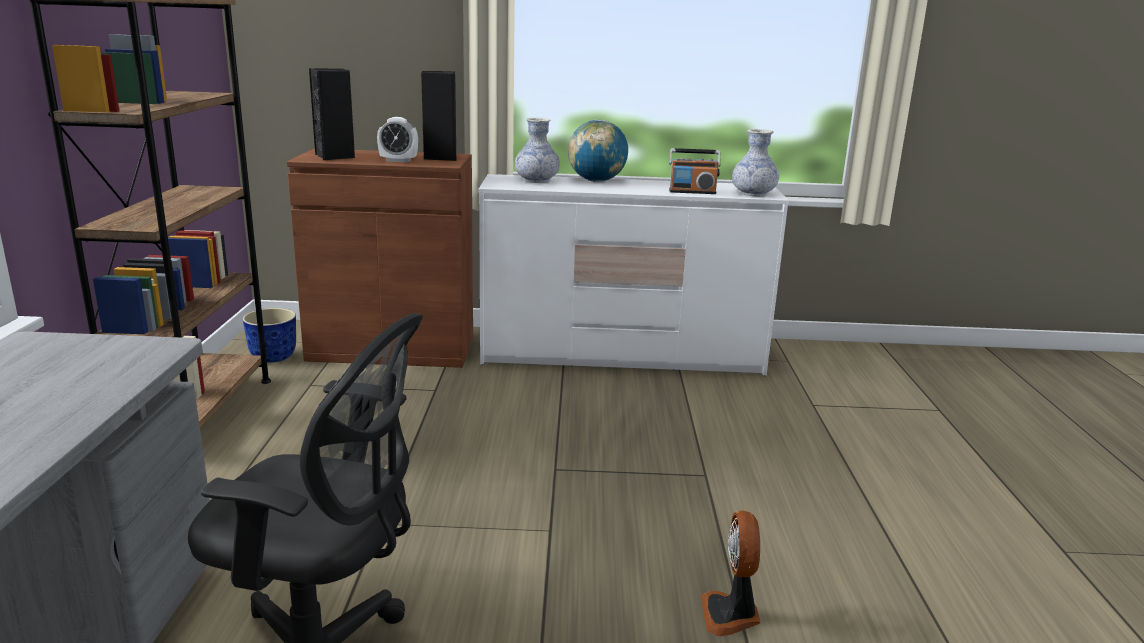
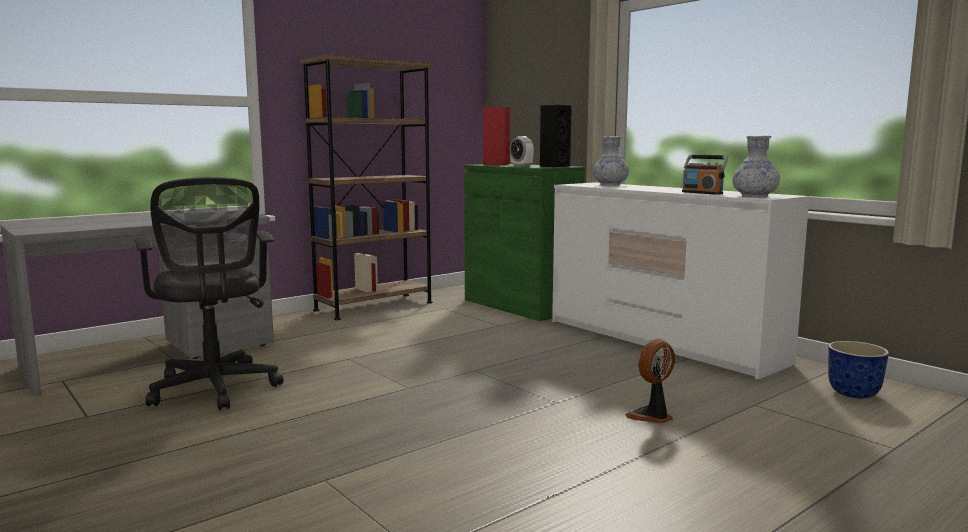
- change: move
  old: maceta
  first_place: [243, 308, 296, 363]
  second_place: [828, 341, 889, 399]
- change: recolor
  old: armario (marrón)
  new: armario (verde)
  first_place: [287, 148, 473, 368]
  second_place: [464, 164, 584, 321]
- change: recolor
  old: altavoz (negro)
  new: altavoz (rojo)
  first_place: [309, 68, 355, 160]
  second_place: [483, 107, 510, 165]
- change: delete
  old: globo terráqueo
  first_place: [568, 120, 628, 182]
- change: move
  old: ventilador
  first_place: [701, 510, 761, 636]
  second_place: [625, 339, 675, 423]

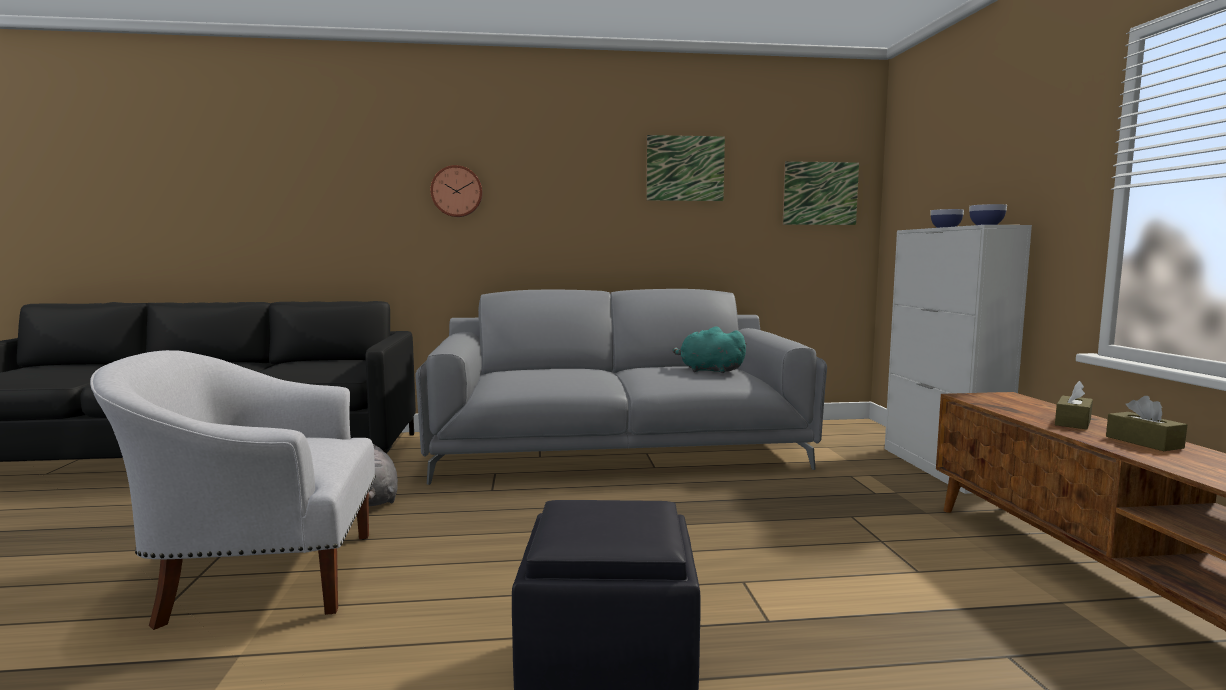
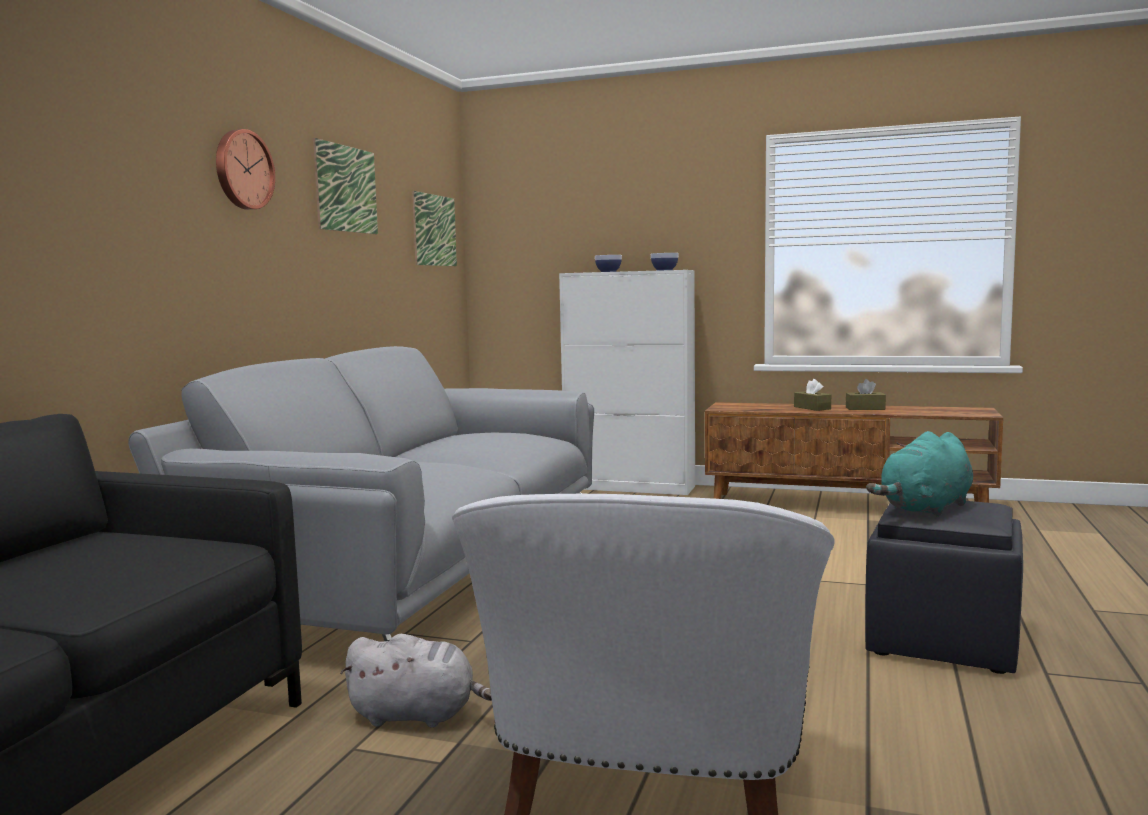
- change: move
  old: reloj de pared
  first_place: [431, 165, 483, 217]
  second_place: [216, 129, 275, 210]
- change: move
  old: peluche (turquesa)
  first_place: [673, 326, 747, 373]
  second_place: [866, 431, 973, 517]

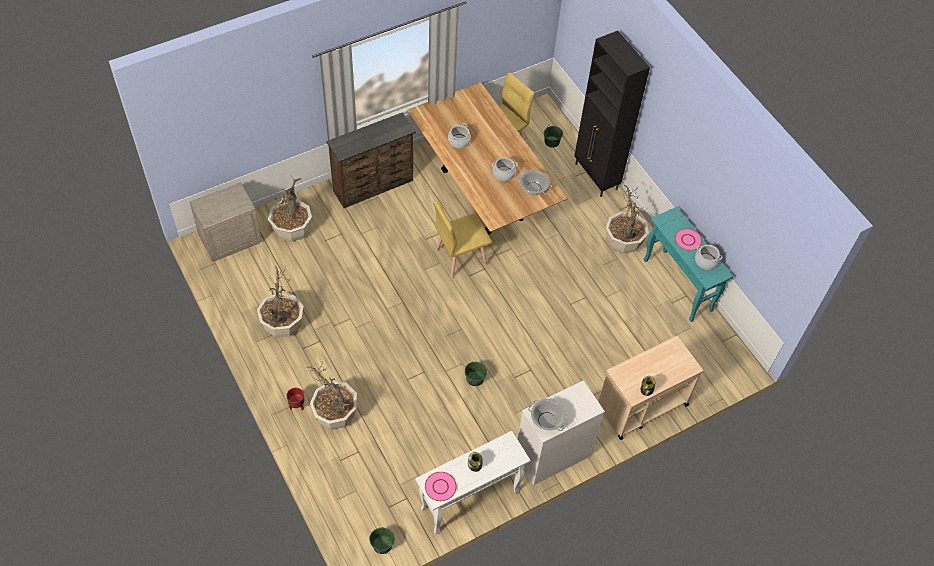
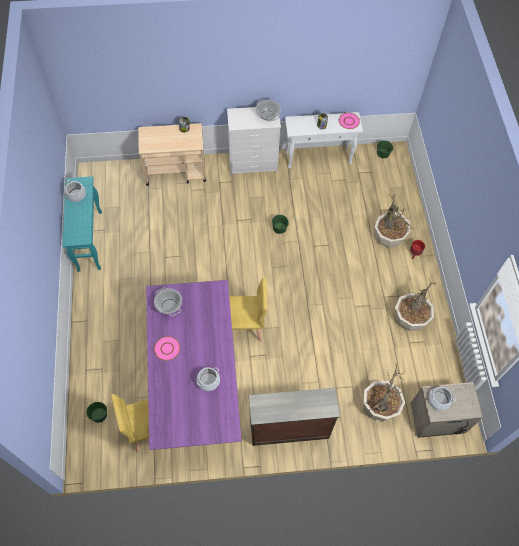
- change: recolor
  old: mesa de comedor (marrón)
  new: mesa de comedor (morado)
  first_place: [407, 82, 568, 235]
  second_place: [146, 280, 241, 450]
- change: move
  old: olla
  first_place: [492, 157, 518, 181]
  second_place: [429, 387, 456, 411]
- change: delete
  old: armario (negro)
  first_place: [574, 31, 650, 197]
- change: delete
  old: planta en maceta
  first_place: [606, 185, 649, 254]
- change: move
  old: plato (rosa)
  first_place: [675, 228, 702, 251]
  second_place: [154, 336, 180, 360]

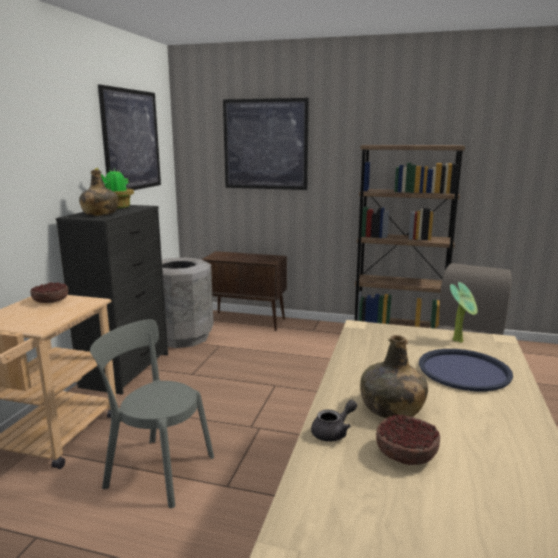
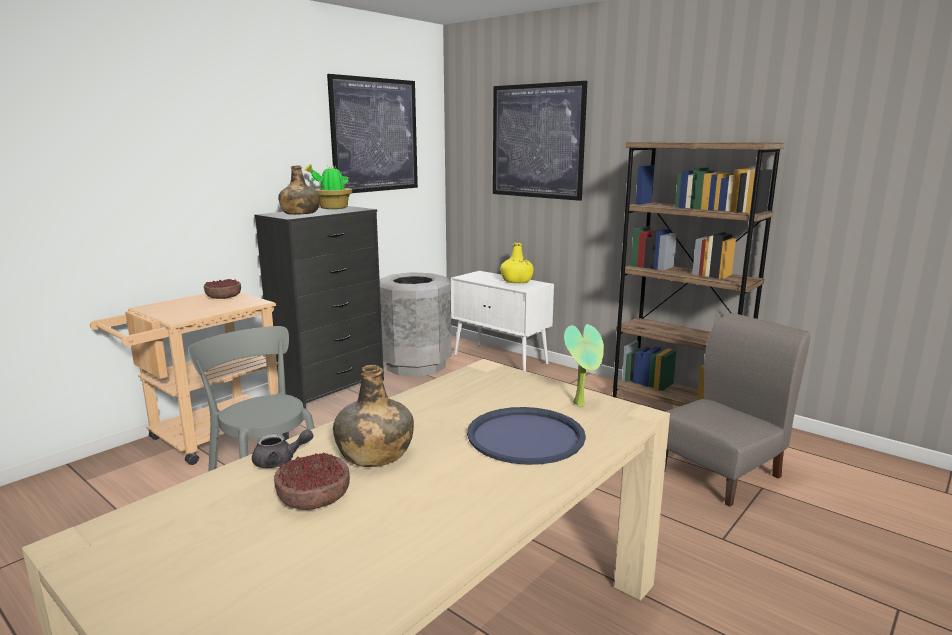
- change: recolor
  old: armario (marrón)
  new: armario (blanco)
  first_place: [202, 251, 287, 331]
  second_place: [451, 271, 554, 371]
- change: insert
  new: botella (amarillo)
  second_place: [501, 242, 534, 283]

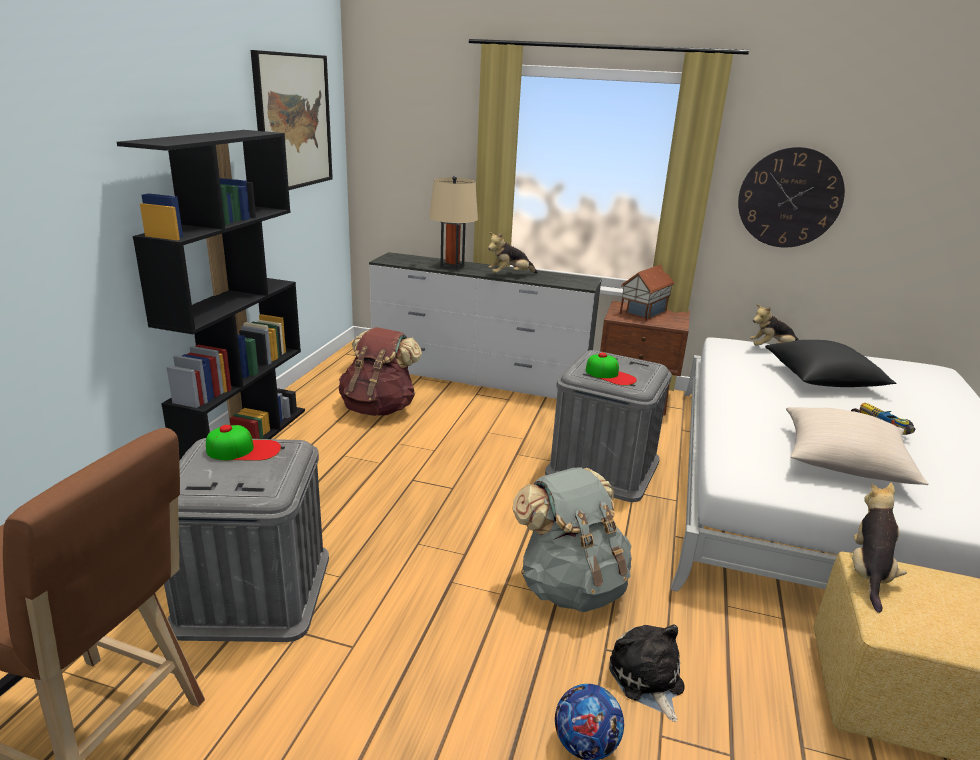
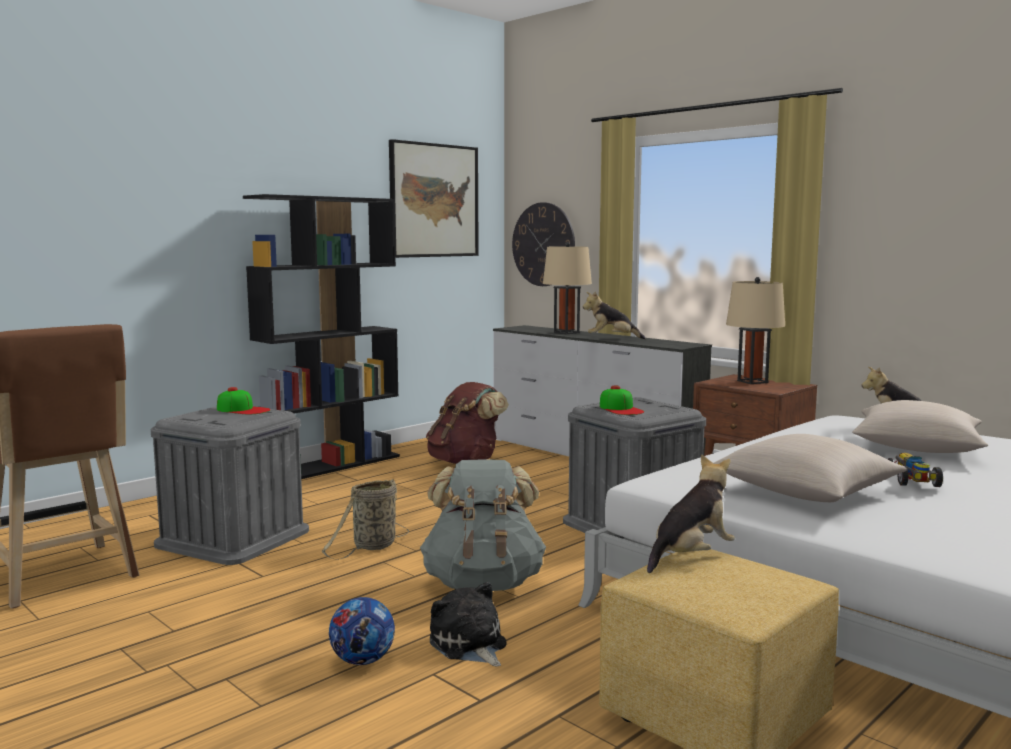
- change: rotate
  old: peluche
  first_place: [609, 624, 685, 722]
  second_place: [430, 582, 507, 667]
  degrees: -45
- change: replace
  old: casita
  new: lámpara de mesa (beis)
  first_place: [620, 264, 674, 320]
  second_place: [726, 277, 785, 384]
- change: move
  old: reloj de pared
  first_place: [738, 147, 845, 247]
  second_place: [512, 202, 575, 286]
- change: recolor
  old: cojín (negro)
  new: cojín (beis)
  first_place: [765, 340, 896, 387]
  second_place: [852, 400, 988, 453]
- change: insert
  new: cesta
  second_place: [322, 479, 409, 560]

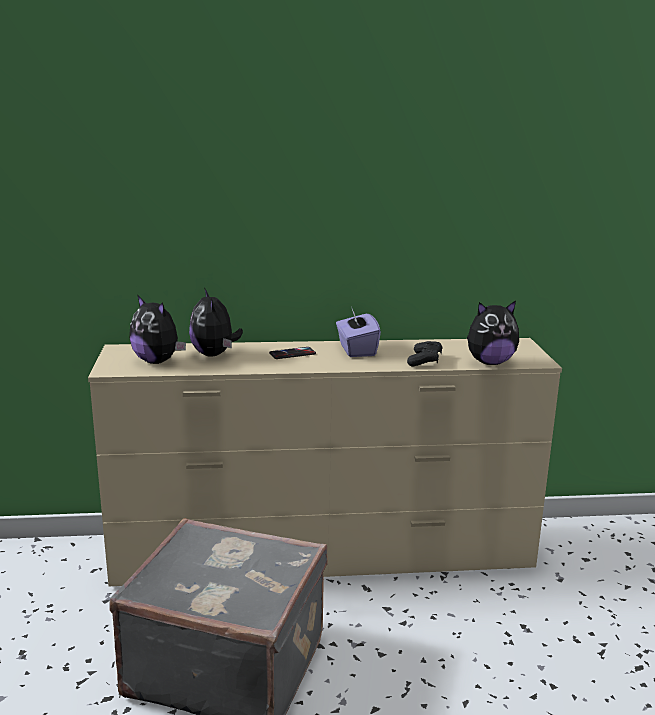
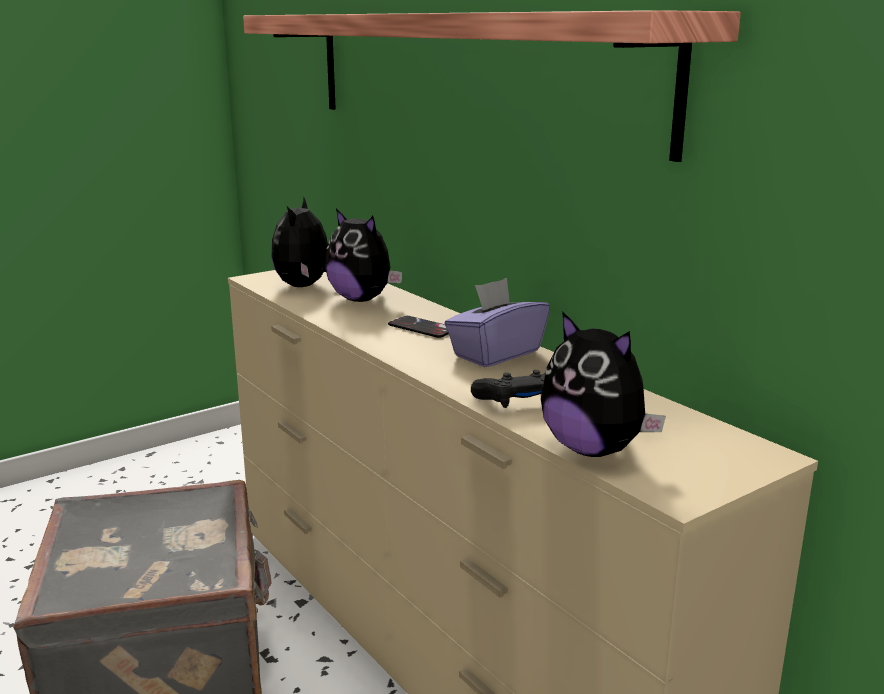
- change: rotate
  old: peluche
  first_place: [189, 289, 243, 357]
  second_place: [325, 209, 402, 302]
  degrees: -90
- change: insert
  new: estante
  second_place: [243, 10, 741, 162]

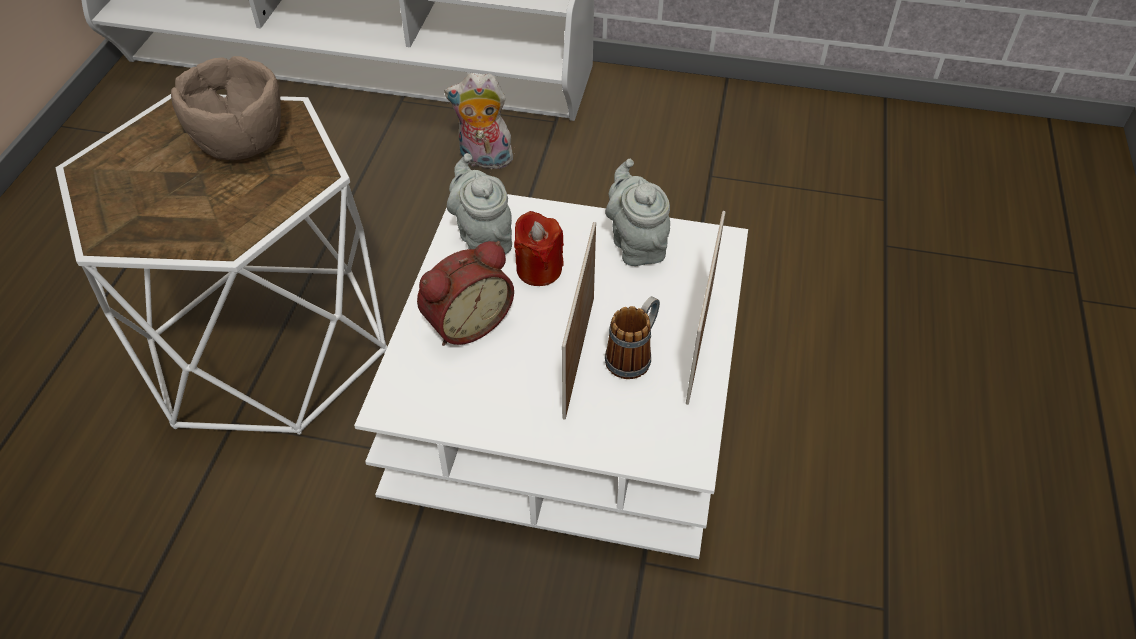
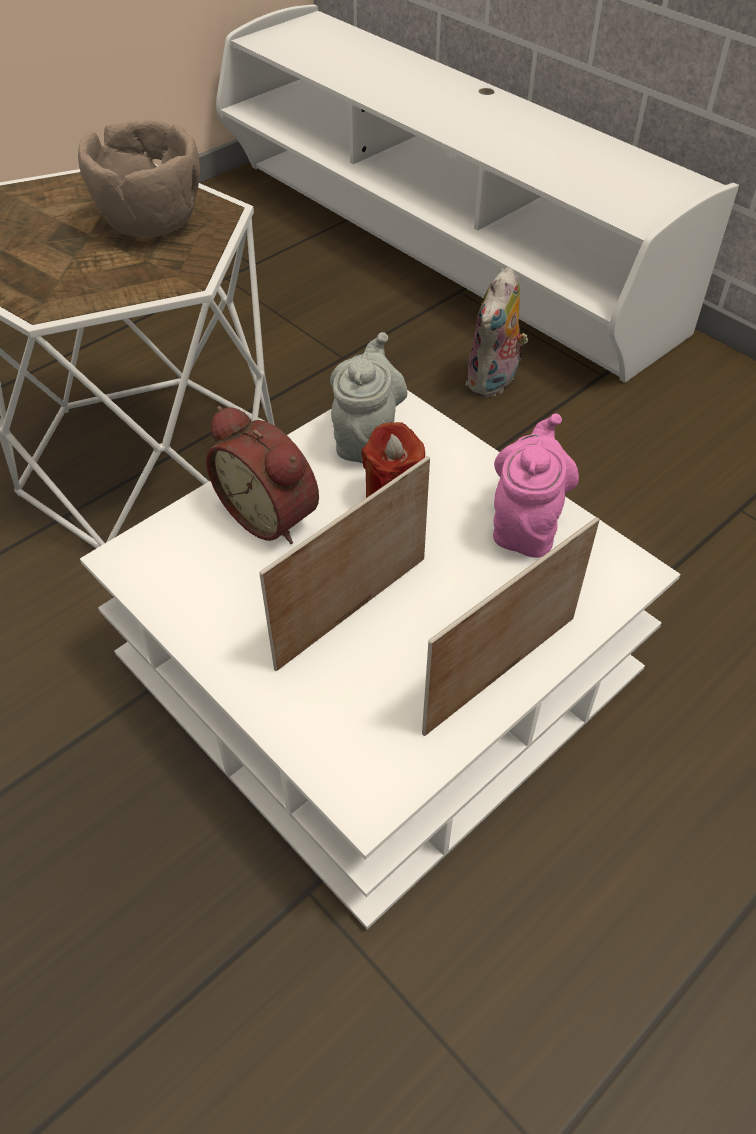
- change: rotate
  old: despertador
  first_place: [417, 241, 514, 346]
  second_place: [206, 406, 319, 544]
  degrees: 45
- change: rotate
  old: peluche
  first_place: [444, 73, 518, 170]
  second_place: [466, 267, 528, 398]
  degrees: -105
- change: recolor
  old: tetera (gris)
  new: tetera (rosa)
  first_place: [605, 159, 670, 266]
  second_place: [493, 413, 579, 558]
- change: delete
  old: taza grande
  first_place: [605, 296, 660, 379]

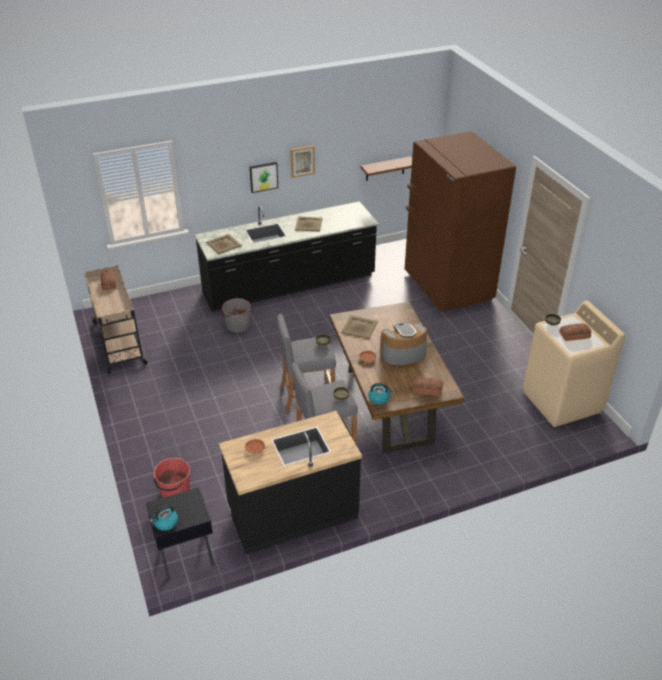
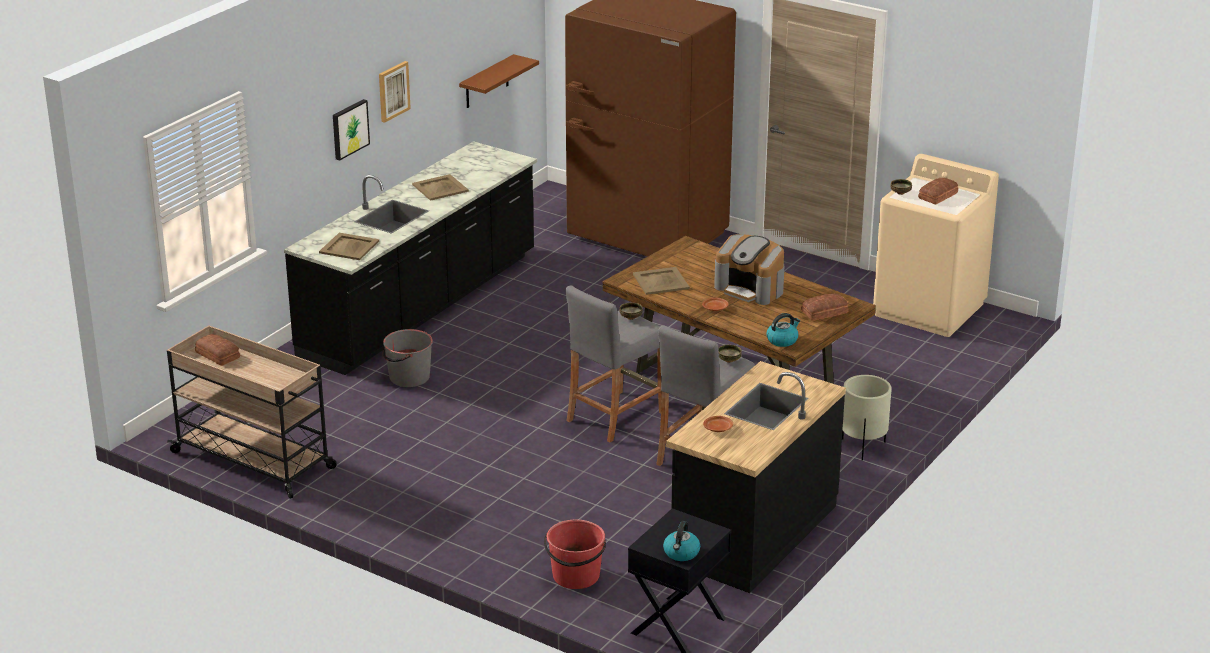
- change: rotate
  old: cafetera
  first_place: [380, 323, 427, 365]
  second_place: [714, 234, 784, 305]
  degrees: -90
- change: insert
  new: maceta (beis)
  second_place: [842, 375, 892, 461]

